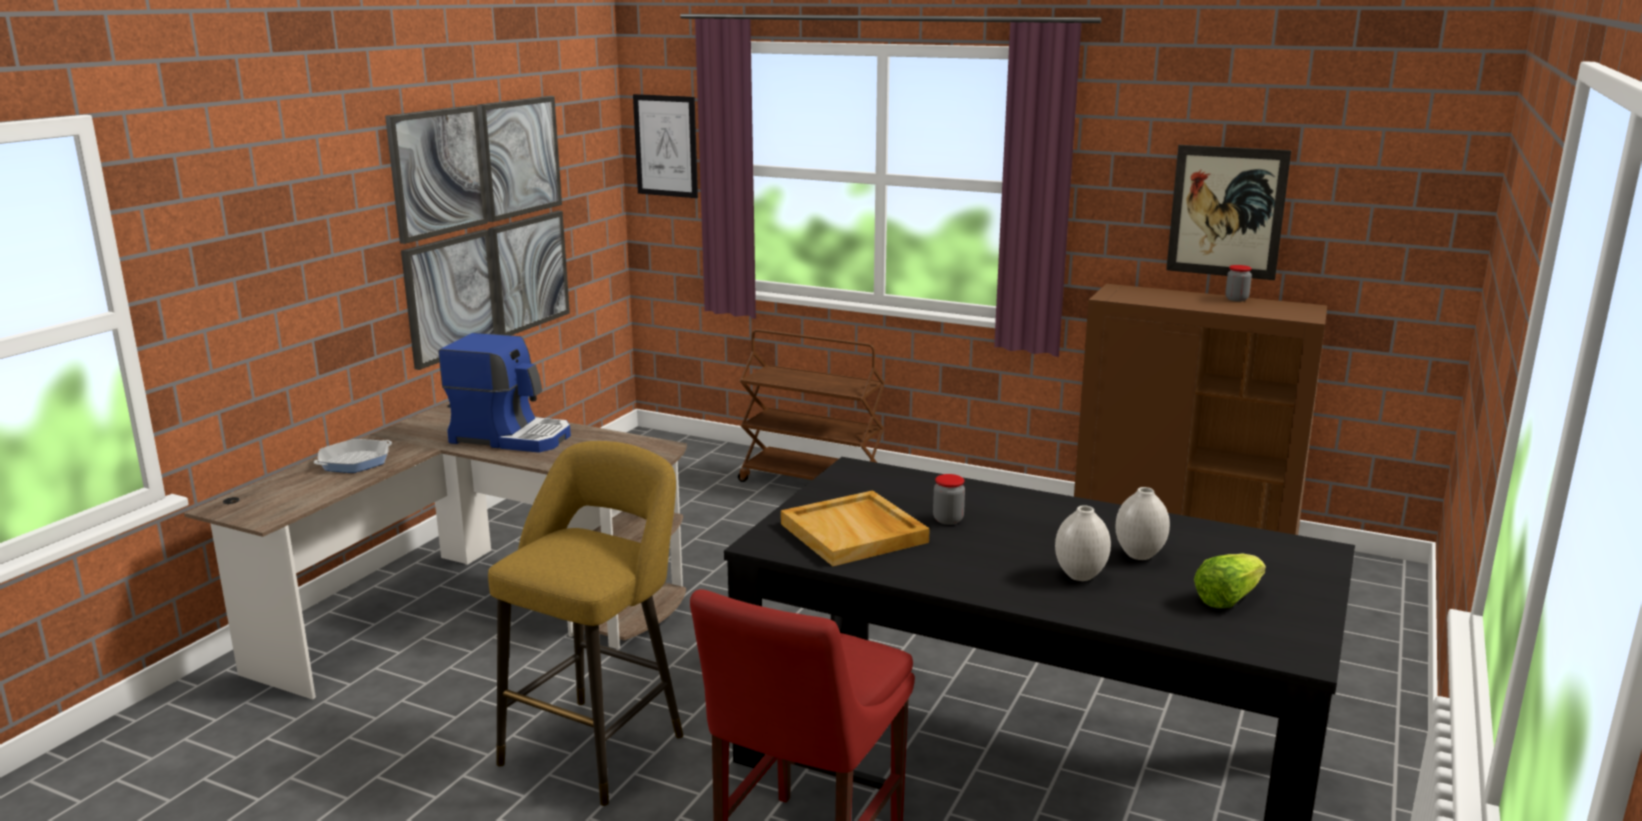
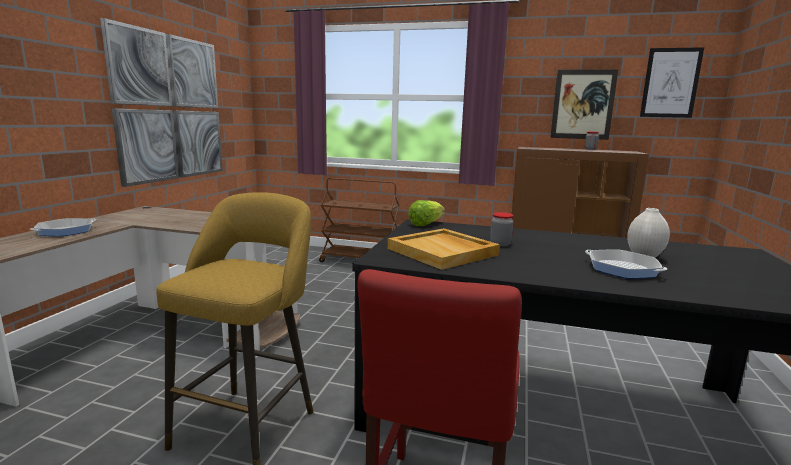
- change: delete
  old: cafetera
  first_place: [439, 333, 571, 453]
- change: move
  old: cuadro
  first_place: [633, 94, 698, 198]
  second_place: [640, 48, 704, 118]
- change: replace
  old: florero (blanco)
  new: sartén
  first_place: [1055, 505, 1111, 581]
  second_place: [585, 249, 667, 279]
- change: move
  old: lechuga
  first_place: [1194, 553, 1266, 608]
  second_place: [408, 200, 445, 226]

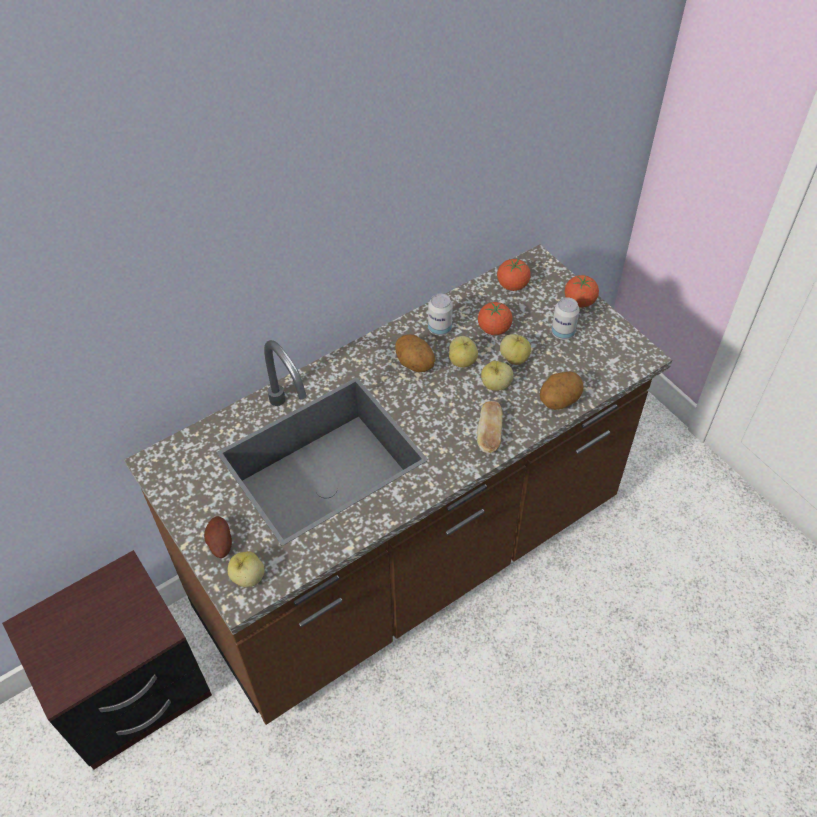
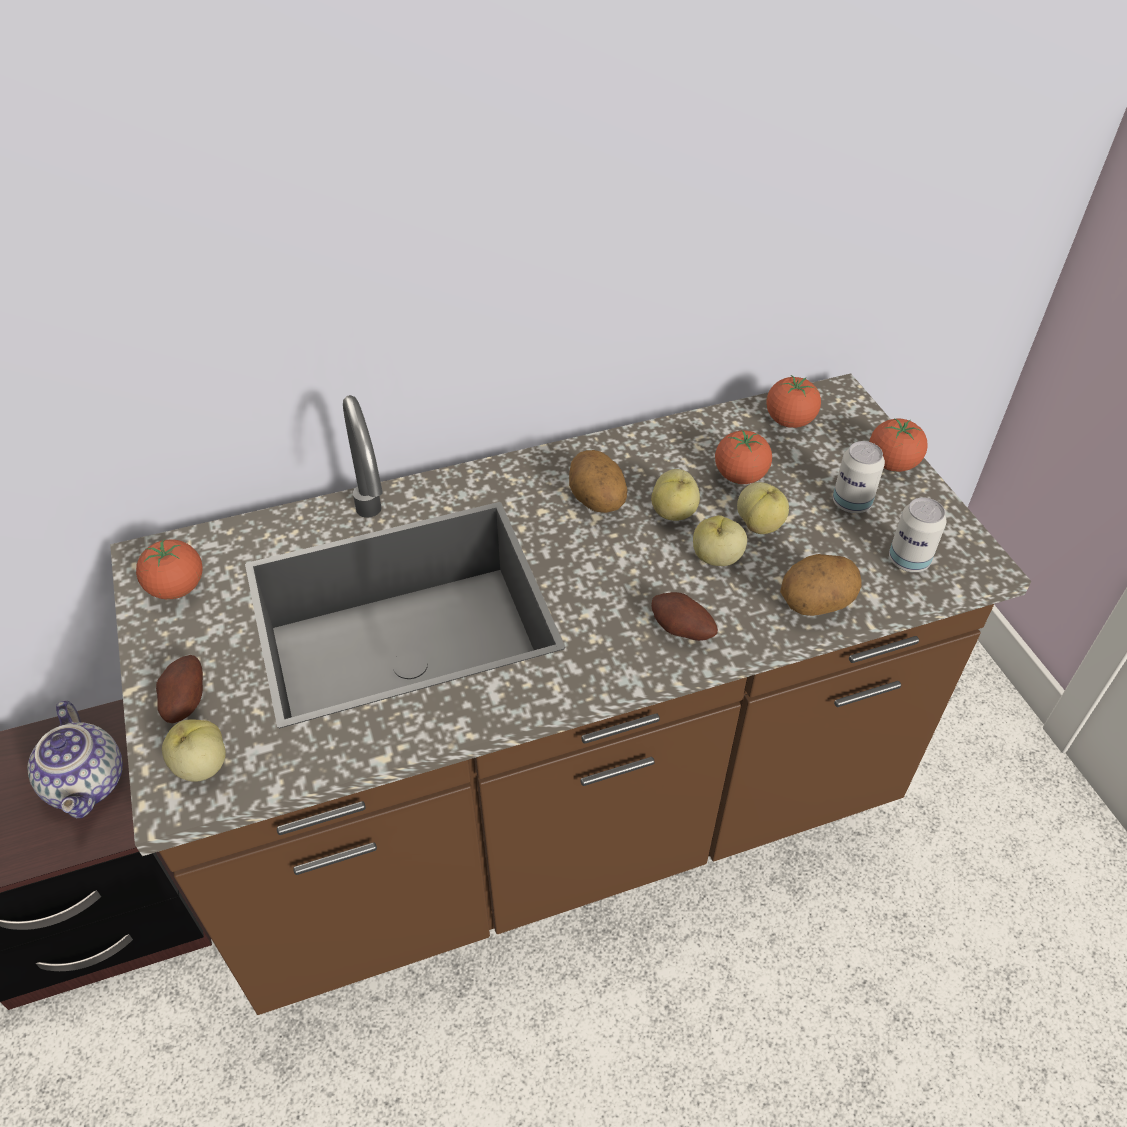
- change: move
  old: lata
  first_place: [428, 294, 453, 336]
  second_place: [889, 497, 947, 572]
- change: replace
  old: pan
  new: patata
  first_place: [477, 401, 503, 453]
  second_place: [651, 592, 718, 641]
- change: insert
  new: tetera
  second_place: [27, 701, 123, 818]
- change: insert
  new: tomate
  second_place: [136, 539, 202, 599]

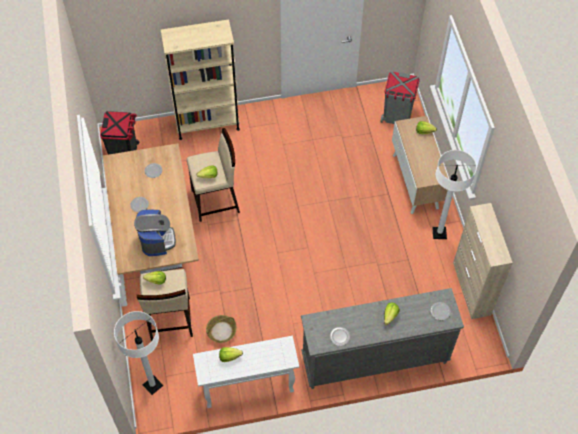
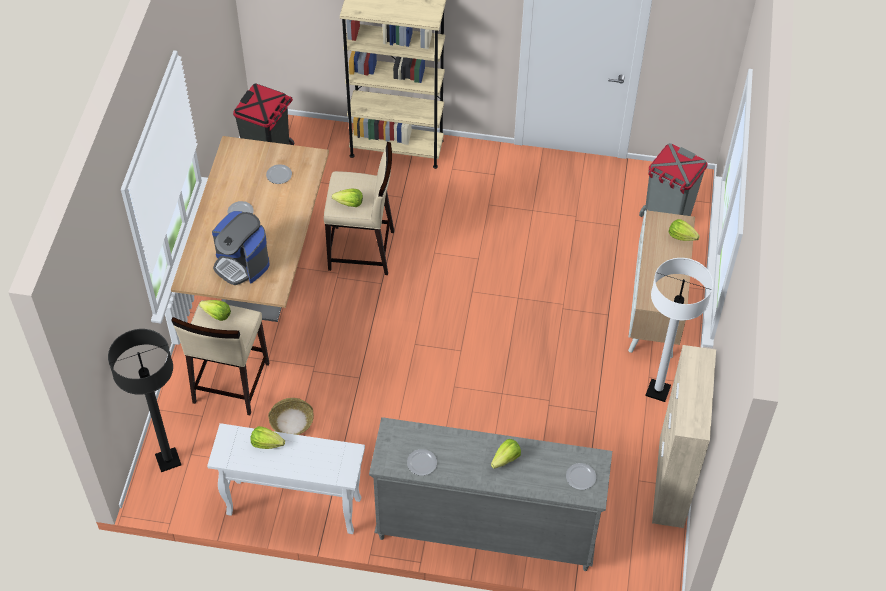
- change: recolor
  old: lámpara de pie (blanco)
  new: lámpara de pie (negro)
  first_place: [114, 311, 163, 395]
  second_place: [108, 329, 182, 472]
- change: rotate
  old: cafetera
  first_place: [134, 210, 176, 256]
  second_place: [212, 211, 270, 285]
  degrees: 120

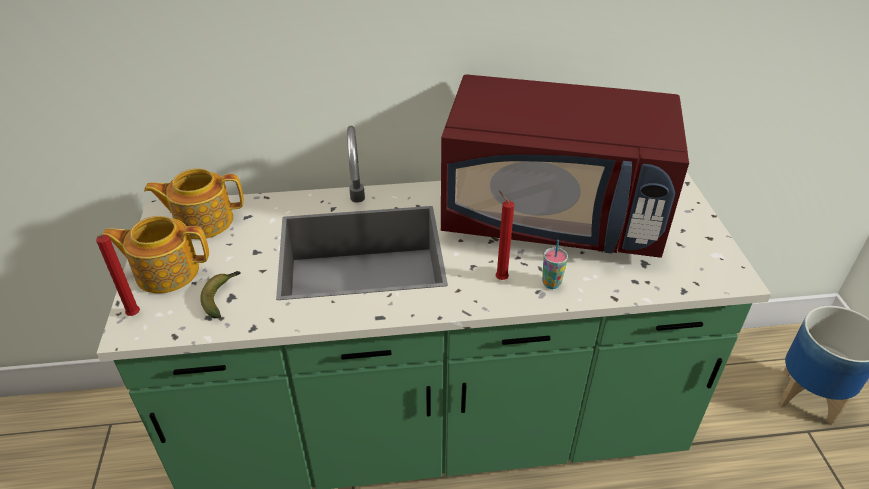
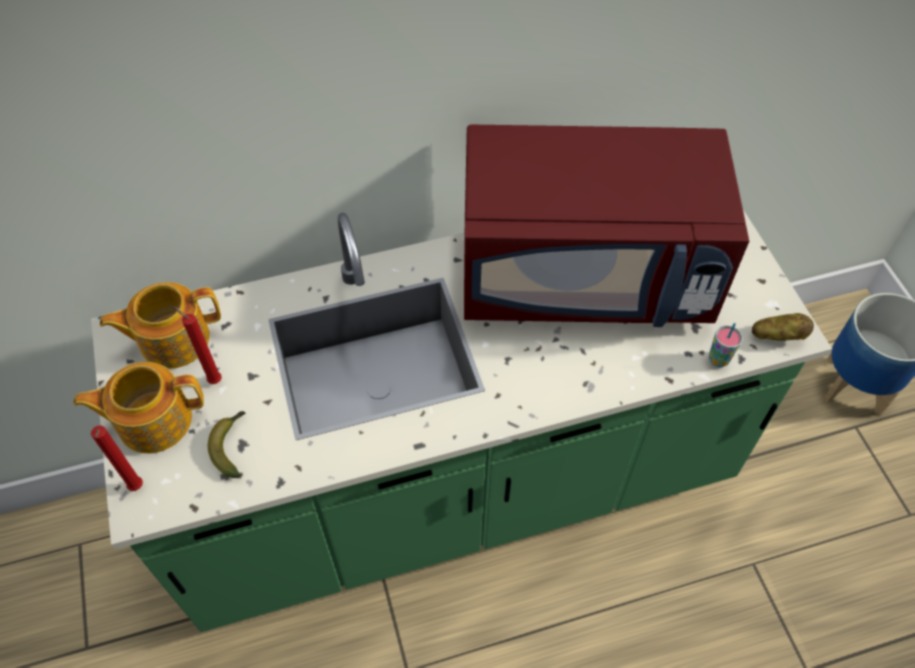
- change: move
  old: vela (rojo)
  first_place: [495, 190, 514, 280]
  second_place: [174, 306, 222, 384]
- change: move
  old: taza
  first_place: [542, 240, 568, 289]
  second_place: [709, 323, 743, 367]
- change: insert
  new: patata
  second_place: [752, 313, 814, 341]

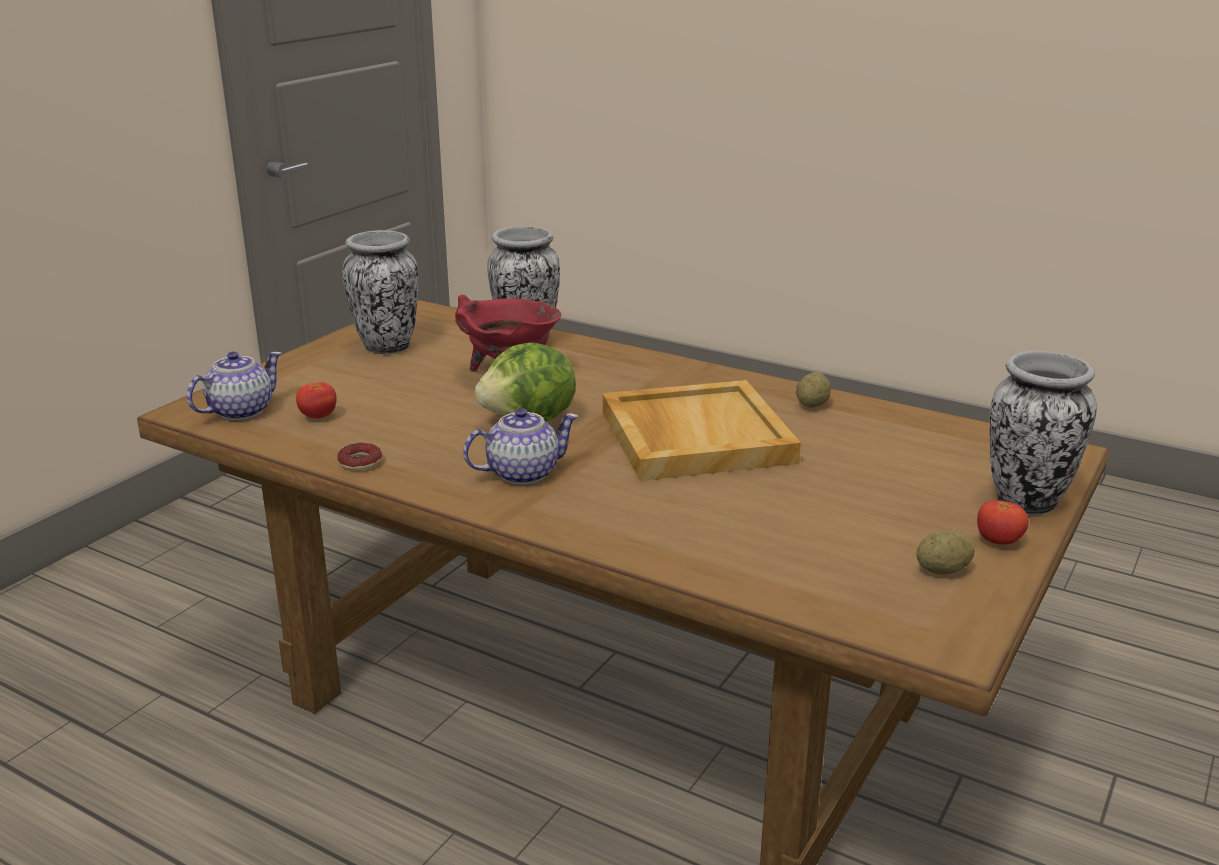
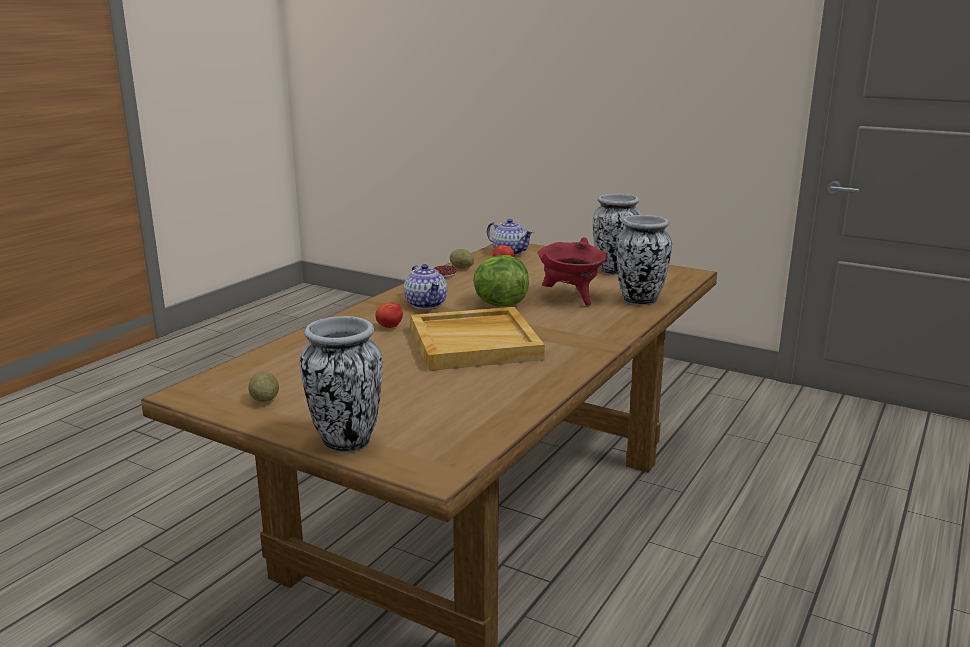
- change: move
  old: patata
  first_place: [796, 372, 831, 408]
  second_place: [450, 249, 474, 268]
- change: move
  old: tomate
  first_place: [977, 500, 1029, 545]
  second_place: [375, 302, 403, 328]

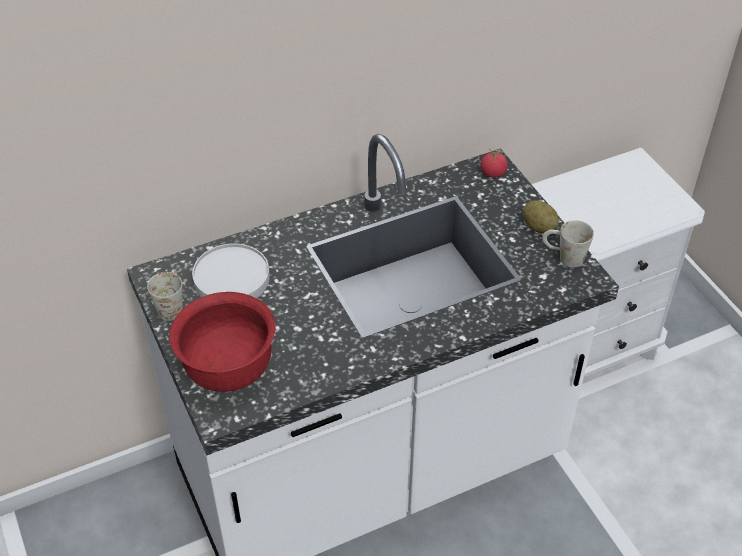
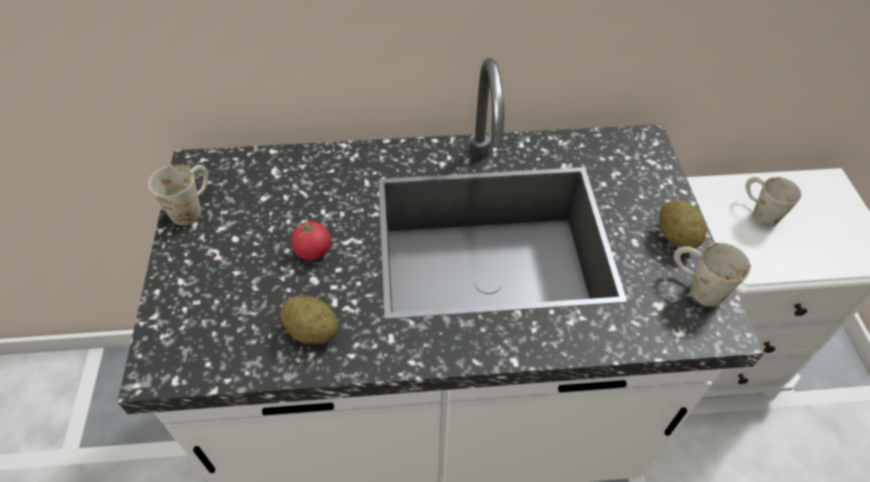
- change: delete
  old: cuenco (rojo)
  first_place: [169, 292, 275, 392]
- change: delete
  old: plato (blanco)
  first_place: [192, 243, 270, 298]
- change: move
  old: tomate
  first_place: [480, 148, 508, 178]
  second_place: [291, 216, 331, 260]
- change: insert
  new: patata
  second_place: [280, 296, 338, 344]
- change: insert
  new: taza grande (blanco)
  second_place: [746, 177, 802, 227]

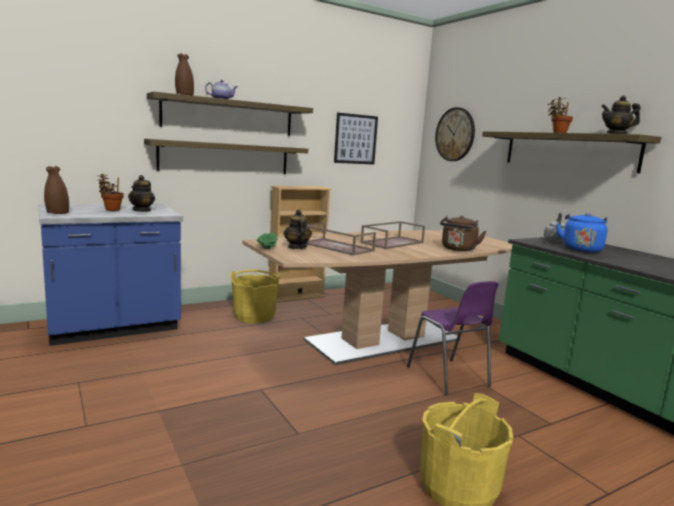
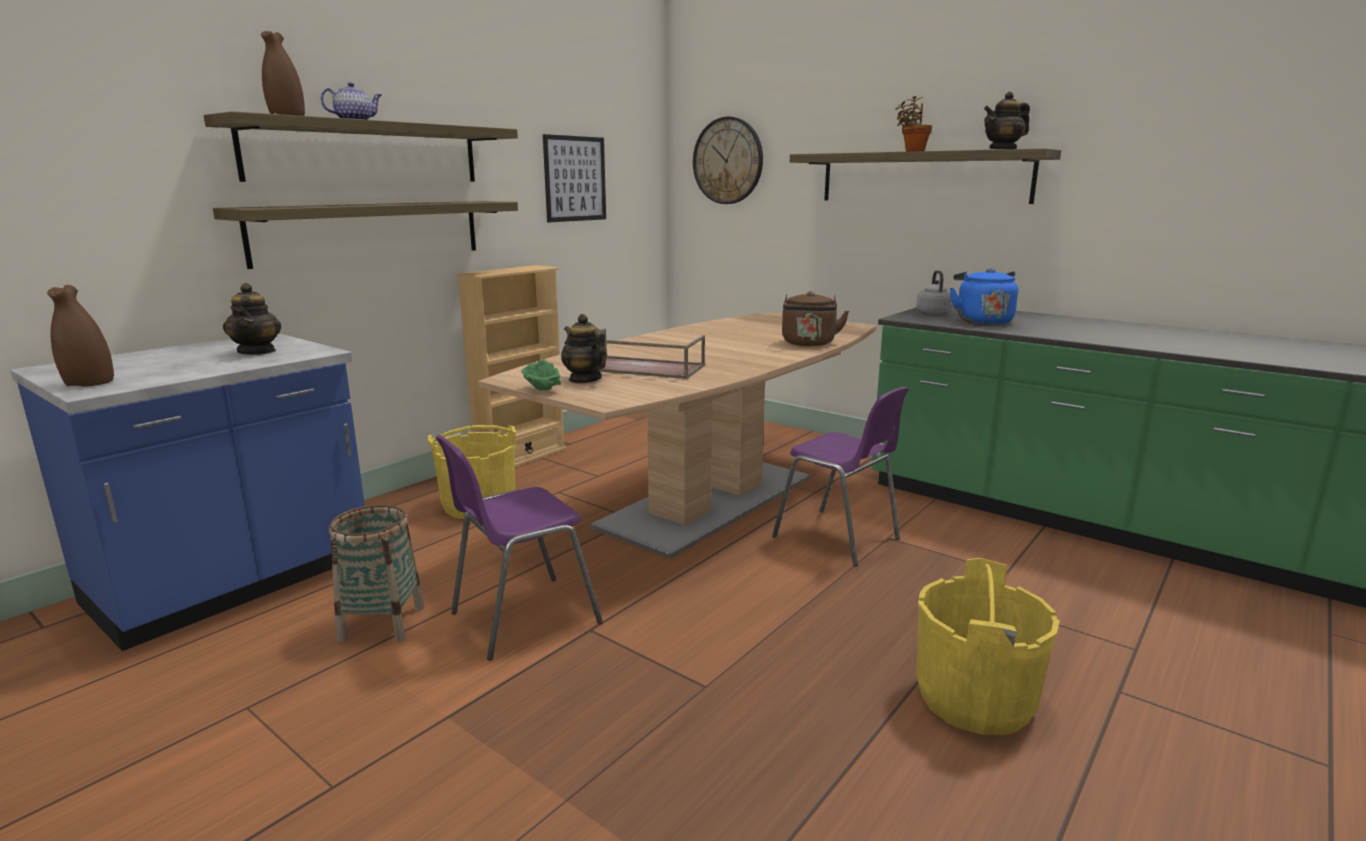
- change: delete
  old: planta en maceta
  first_place: [97, 174, 124, 211]
- change: delete
  old: bandeja (marrón)
  first_place: [360, 221, 425, 249]
- change: insert
  new: cesta
  second_place: [329, 505, 424, 642]
- change: insert
  new: silla (morado)
  second_place: [435, 435, 603, 661]

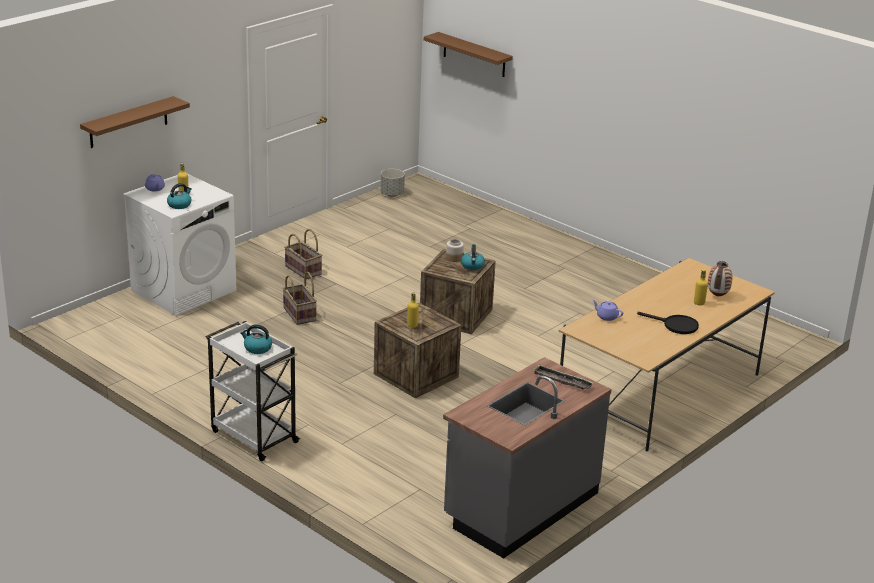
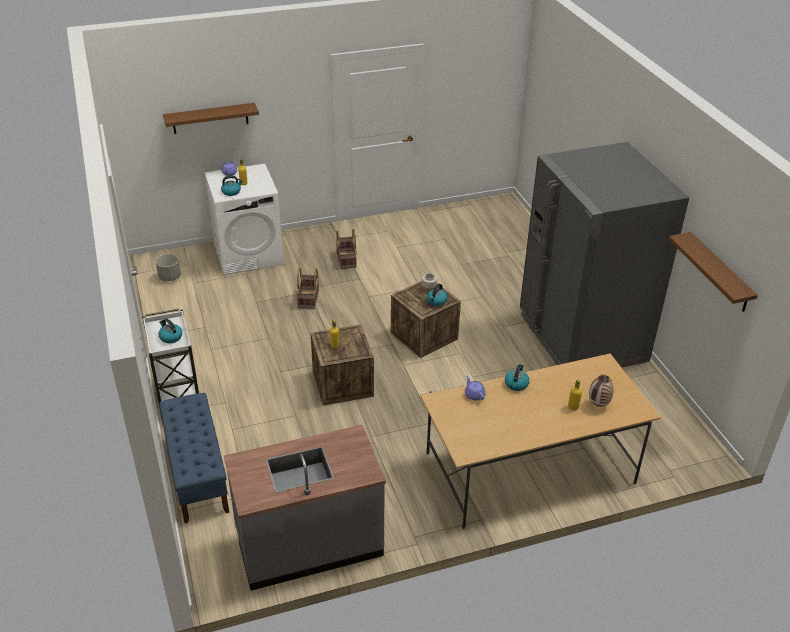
- change: move
  old: maceta (gris)
  first_place: [380, 169, 405, 197]
  second_place: [156, 254, 181, 281]
- change: move
  old: estante (marrón)
  first_place: [424, 32, 513, 77]
  second_place: [668, 232, 758, 312]
- change: delete
  old: bandeja
  first_place: [533, 365, 593, 389]
- change: delete
  old: sartén (negro)
  first_place: [637, 312, 699, 334]
- change: insert
  new: banco (azul)
  second_place: [160, 393, 229, 523]
- change: insert
  new: hervidor
  second_place: [505, 364, 530, 391]
- change: insert
  new: nevera (gris)
  second_place: [520, 142, 689, 368]

